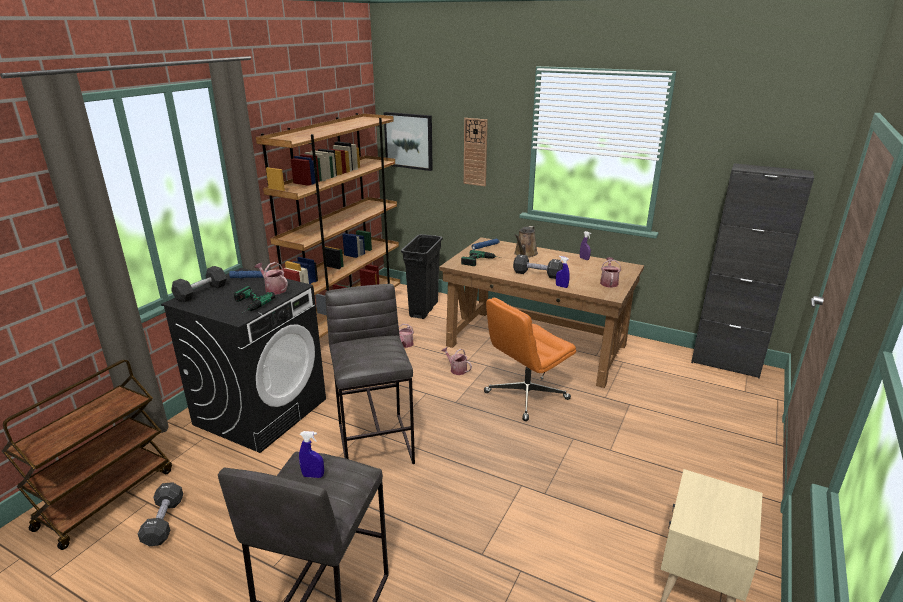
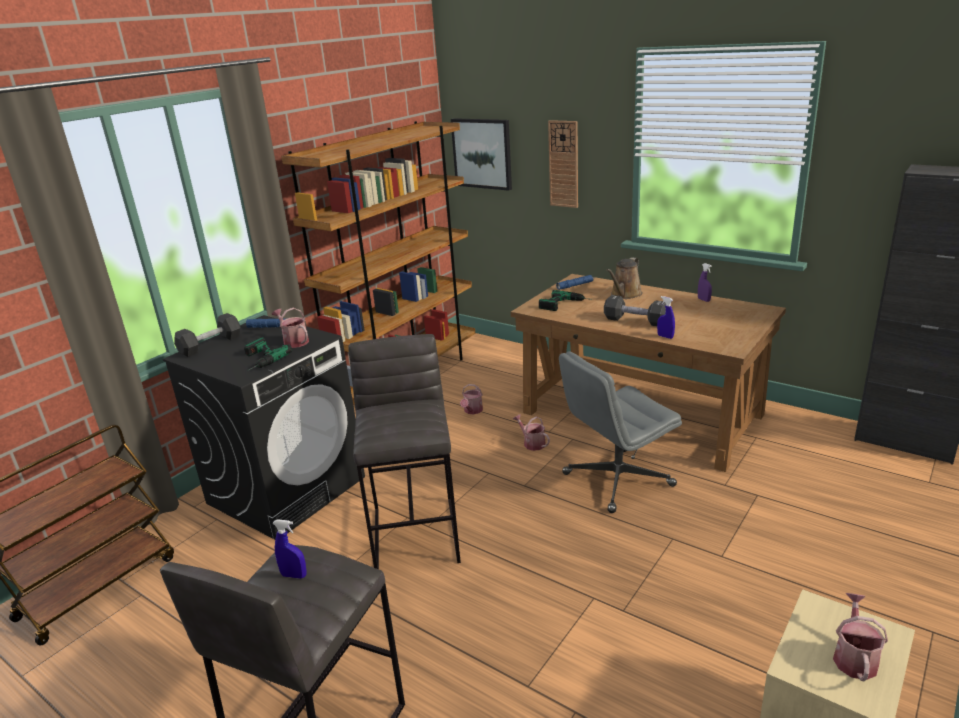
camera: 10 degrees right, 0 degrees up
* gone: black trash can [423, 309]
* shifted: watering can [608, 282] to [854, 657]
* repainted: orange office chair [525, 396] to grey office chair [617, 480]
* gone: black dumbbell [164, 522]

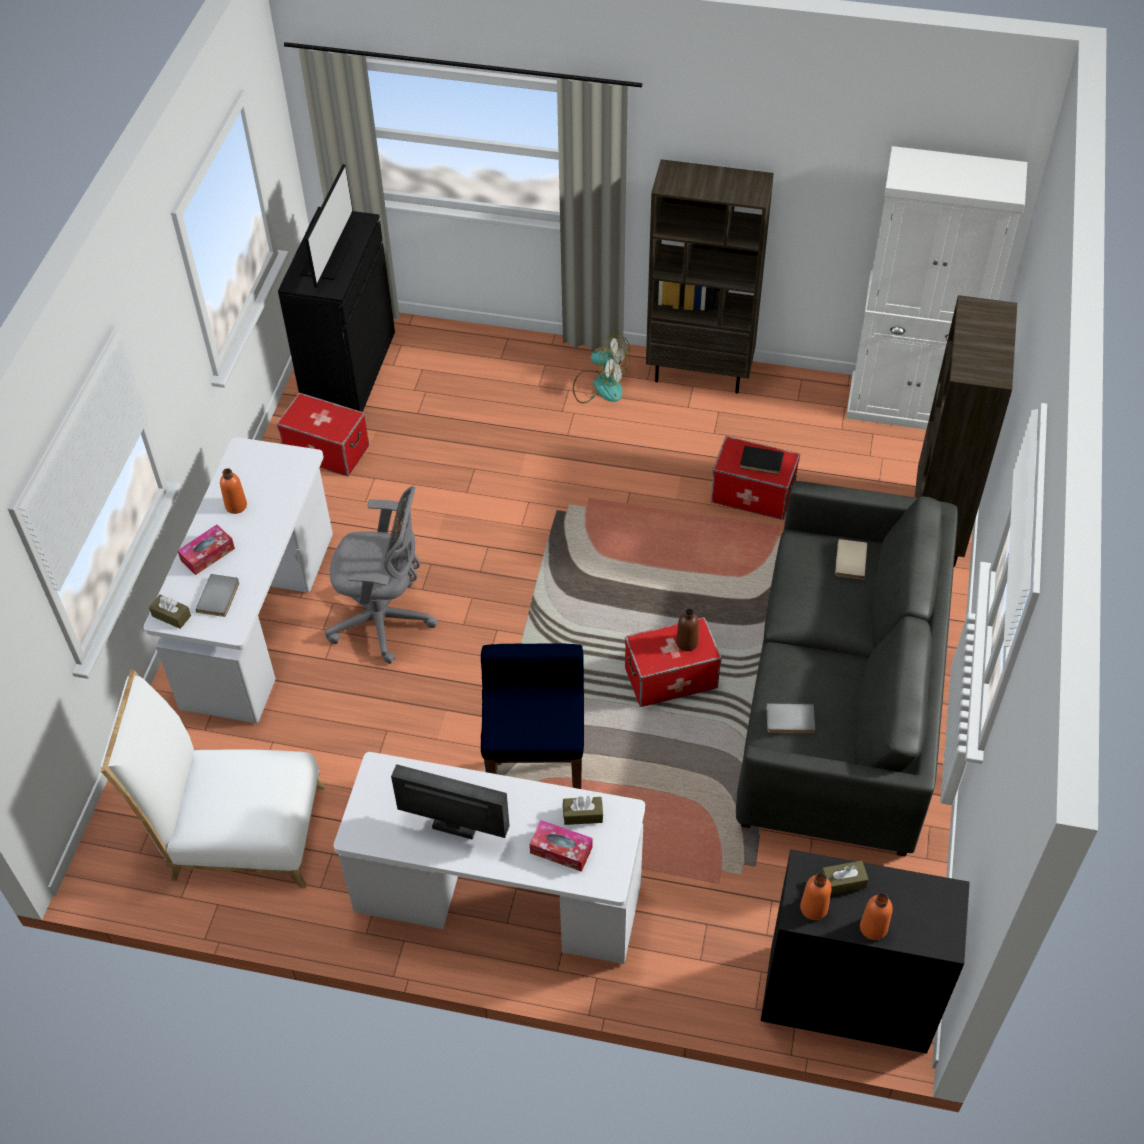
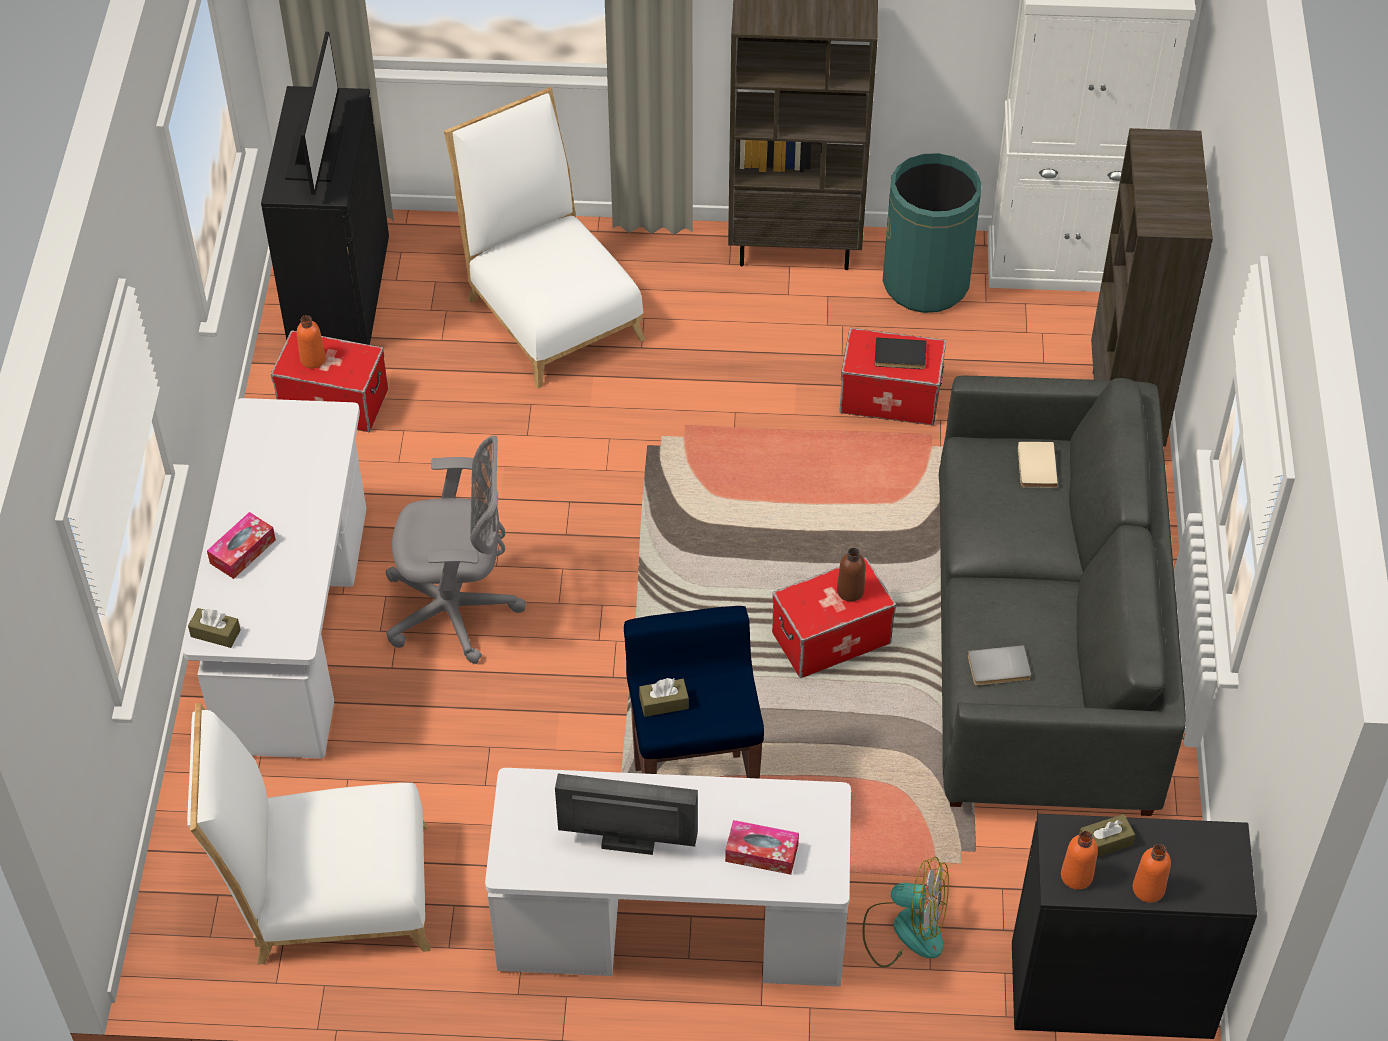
camera: 10 degrees left, 0 degrees up
* shifted: fan [600, 385] to [905, 929]
* shifted: orange bottle [236, 506] to [313, 359]
* gone: grey book [220, 597]
* shifted: brown tissue box [583, 815] to [664, 703]
* new: white chair [549, 310]
* new: green trash can [926, 283]

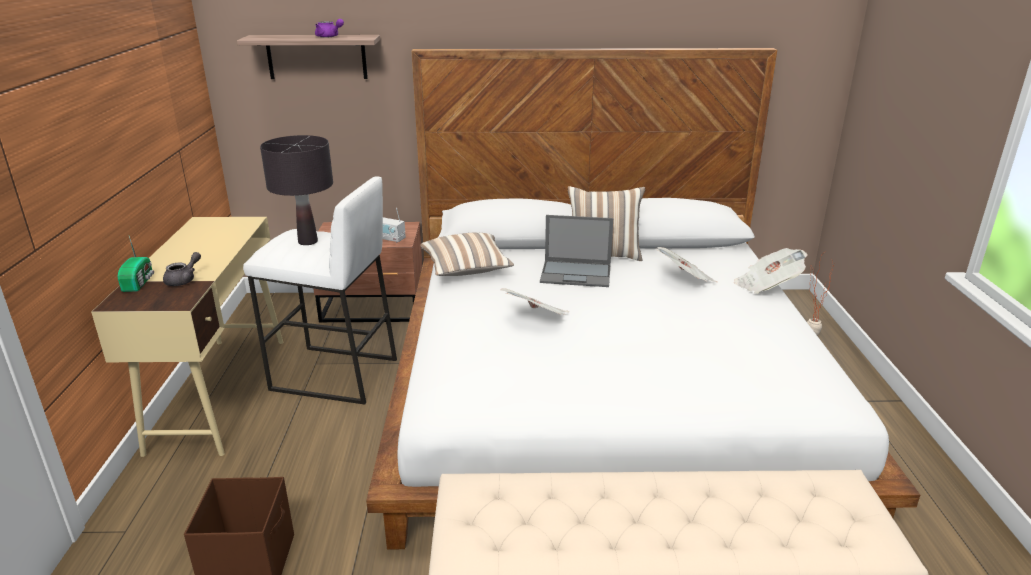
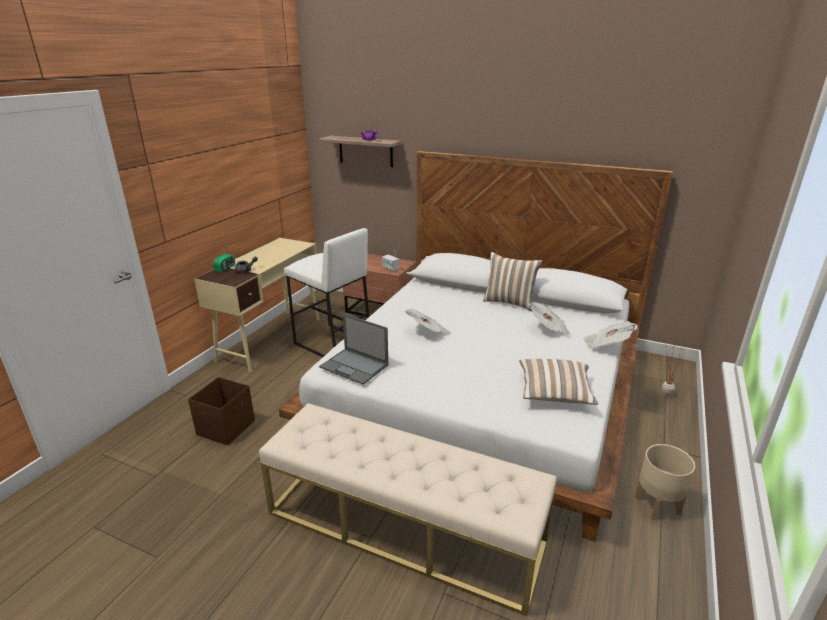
camera: 25 degrees right, 0 degrees up
* gone: black table lamp [308, 242]
* shifted: laptop [577, 274] to [355, 366]
* shifted: pillow [466, 269] to [554, 393]
* new: beige planter [657, 505]

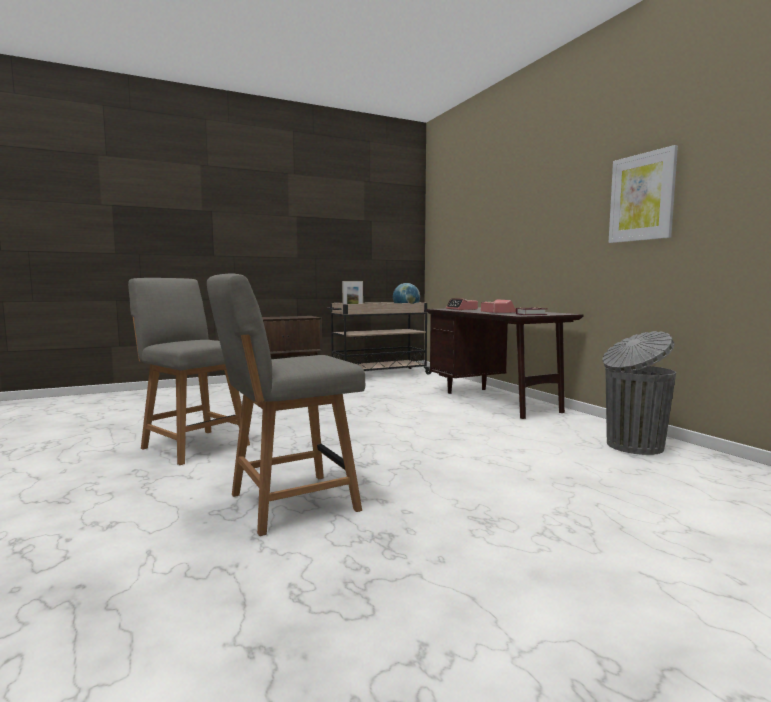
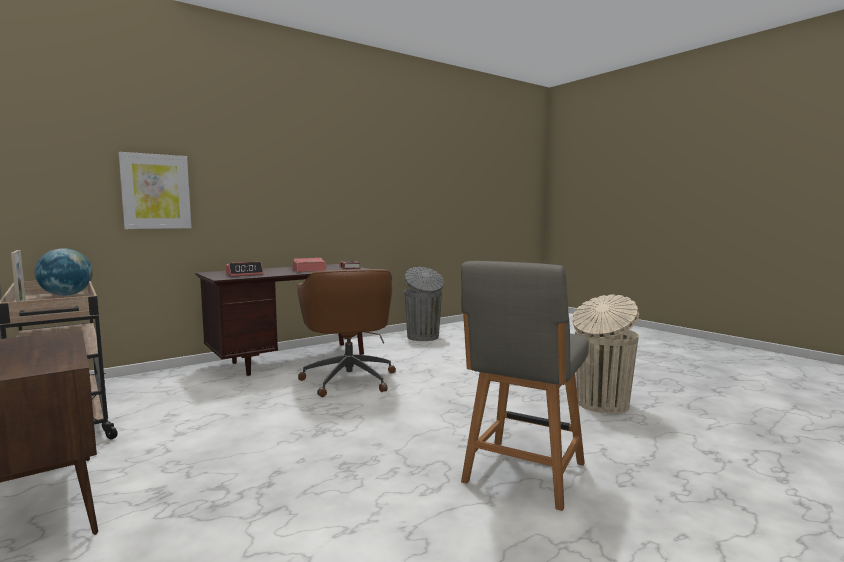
camera: 100 degrees left, 0 degrees up
* shifted: picture [642, 197] to [156, 191]
* swapped: grey chair [289, 503] to beige trash can [601, 404]
* new: brown office chair [349, 379]

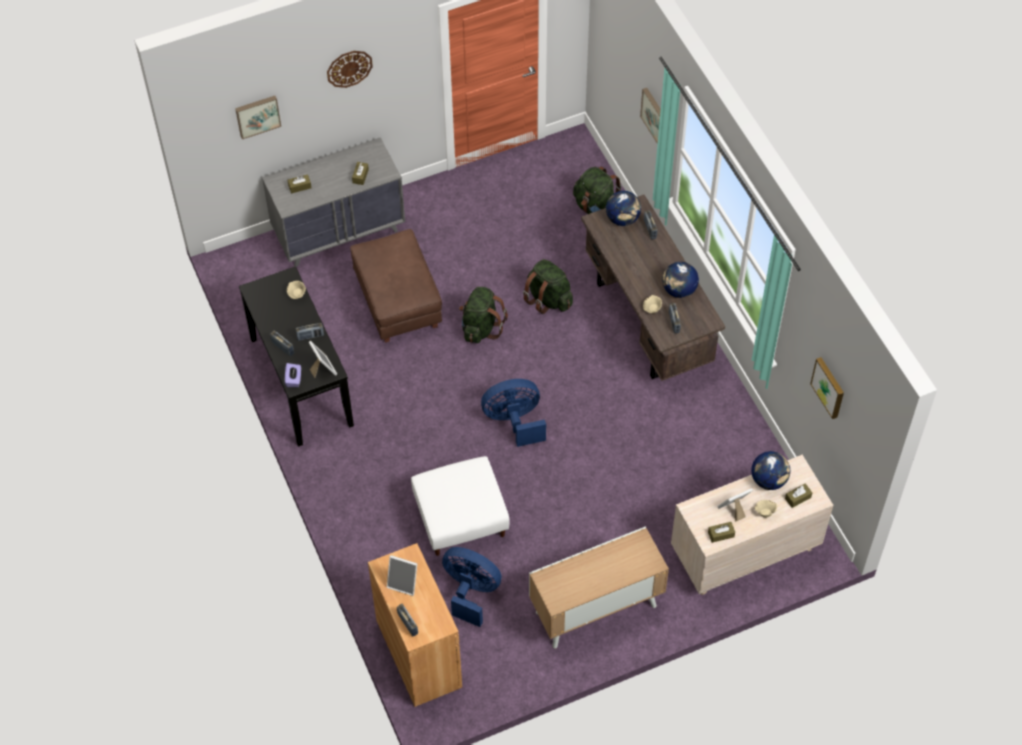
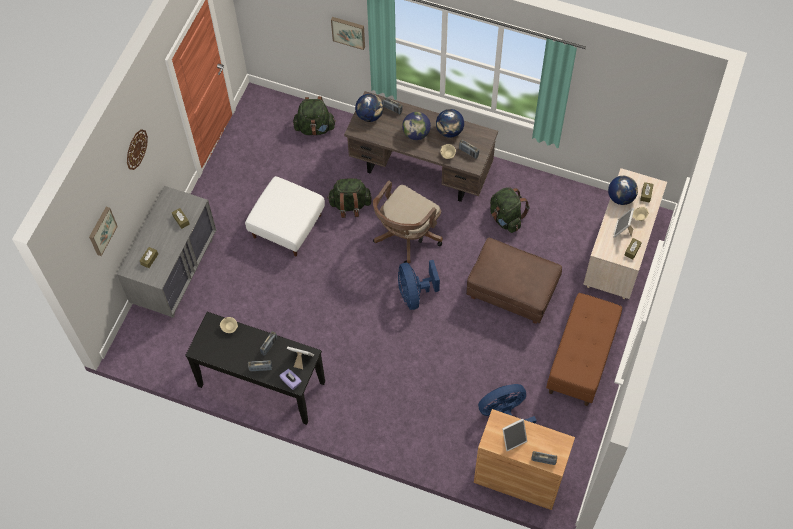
camera: 45 degrees left, 5 degrees up
* shifted: brown ottoman [398, 303] to [512, 292]
* shifted: green backpack [481, 327] to [506, 218]
* gone: picture [829, 387]
* rotated: blue fan [514, 421] = [414, 294] 45 degrees counterclockwise
* shifted: white ottoman [461, 518] to [287, 225]
* swapped: cabinet [596, 610] to brown bench [581, 360]
* new: globe [416, 134]
* new: brown office chair [405, 237]

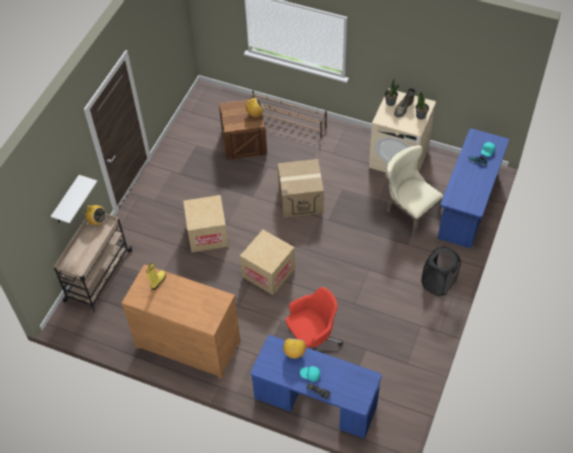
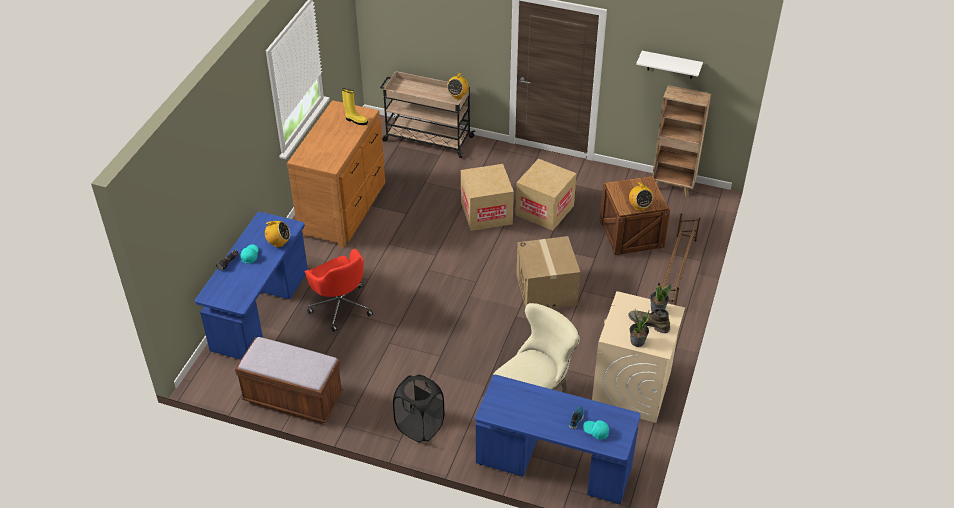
camera: 85 degrees right, 10 degrees down
* shifted: white shelf [66, 201] to [670, 65]
* shifted: cardboard box [268, 272] to [544, 210]
* new: brown bookcase [673, 187]
* new: brown bench [293, 399]

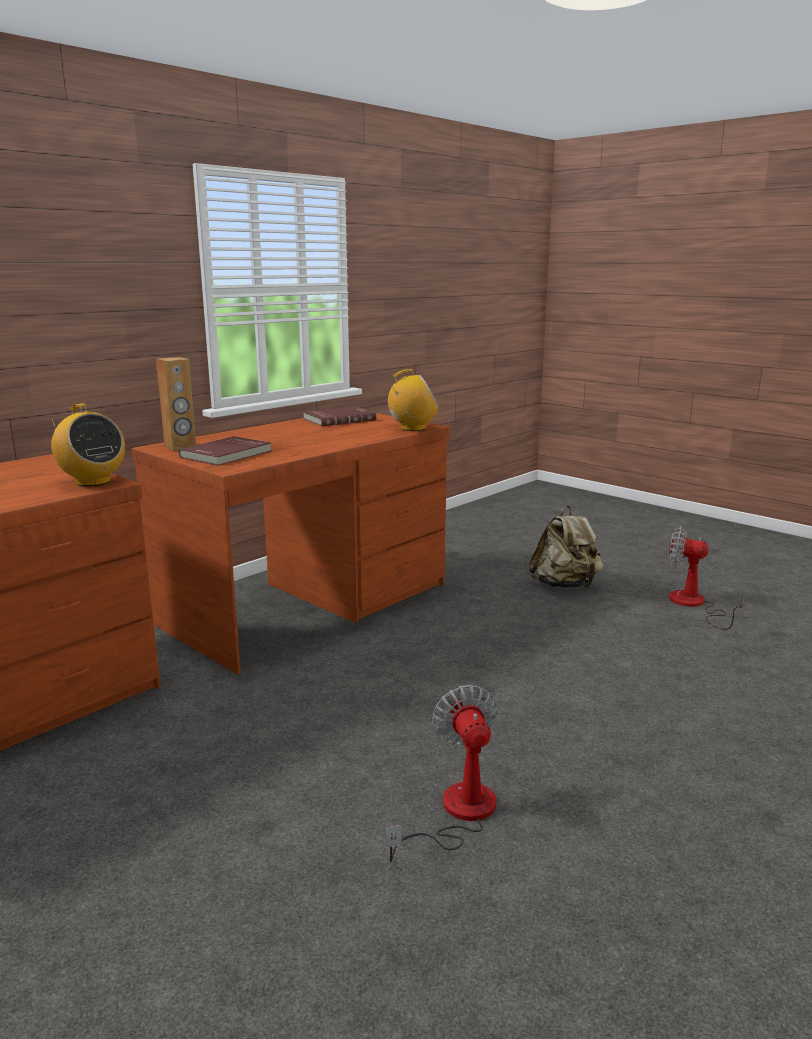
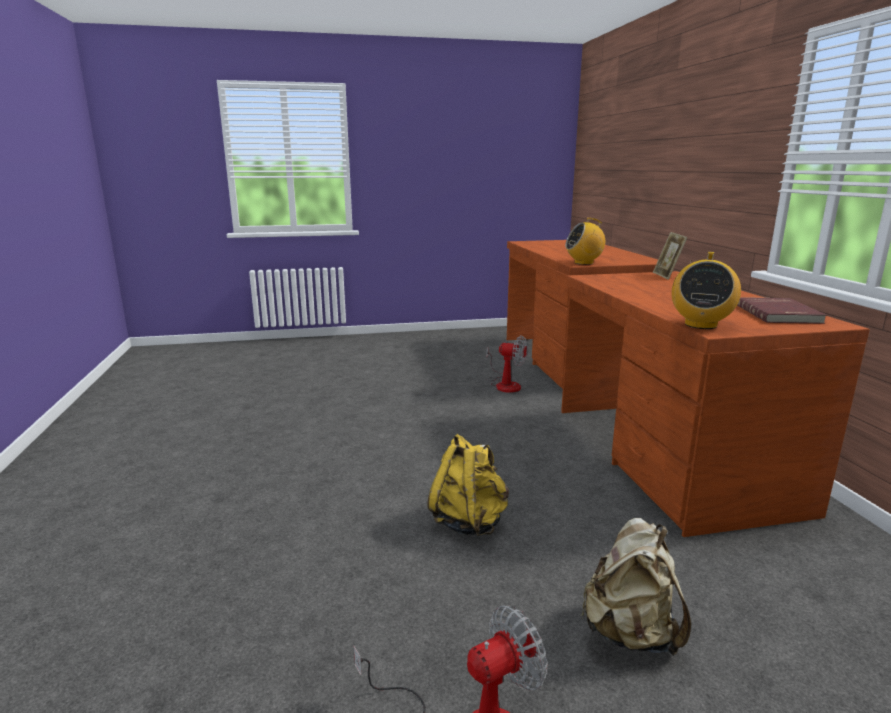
camera: 125 degrees right, 0 degrees up
* swapped: brown speaker [180, 447] to picture frame [667, 276]
* gone: red book [227, 454]
* shifted: fan [457, 814] to [505, 384]
* new: yellow backpack [469, 522]

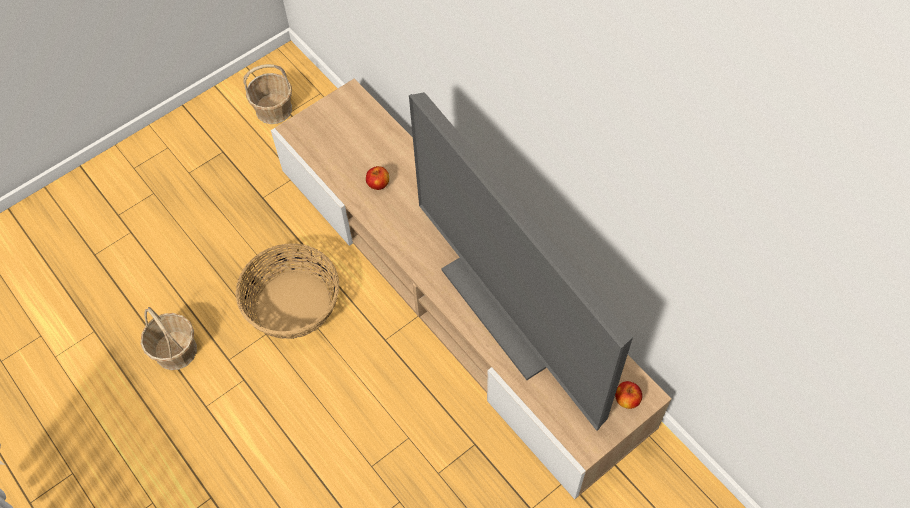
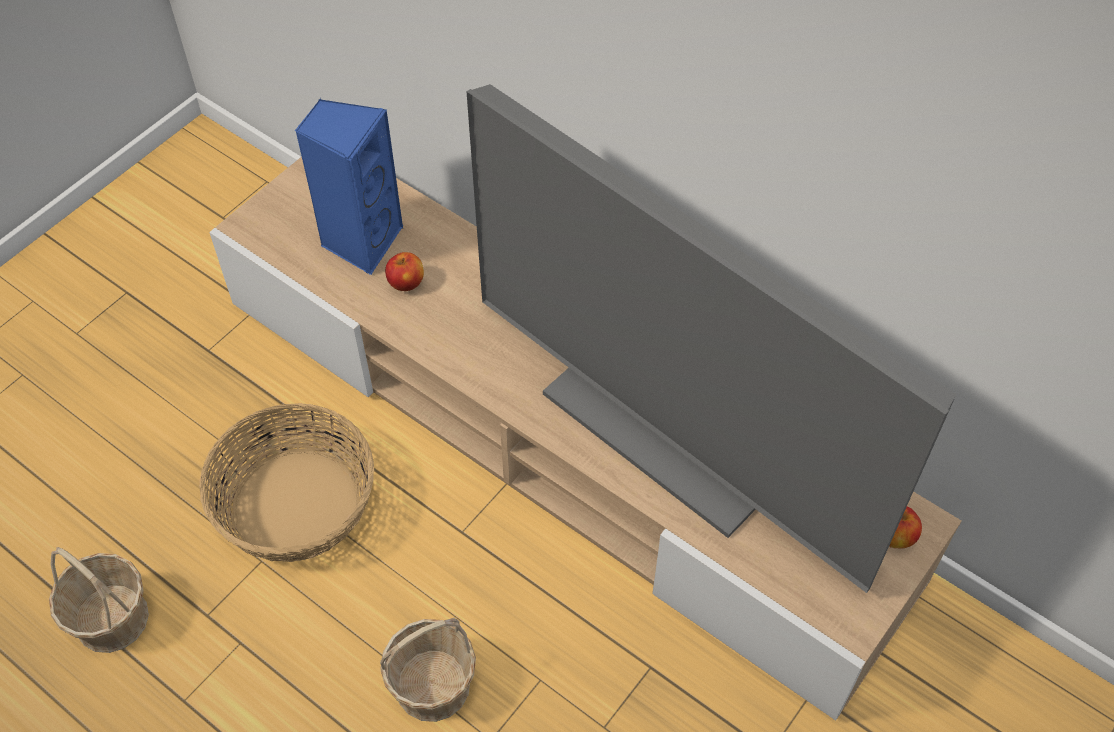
camera: 15 degrees left, 5 degrees down
* shifted: basket [274, 109] to [433, 685]
* new: blue speaker [361, 241]

